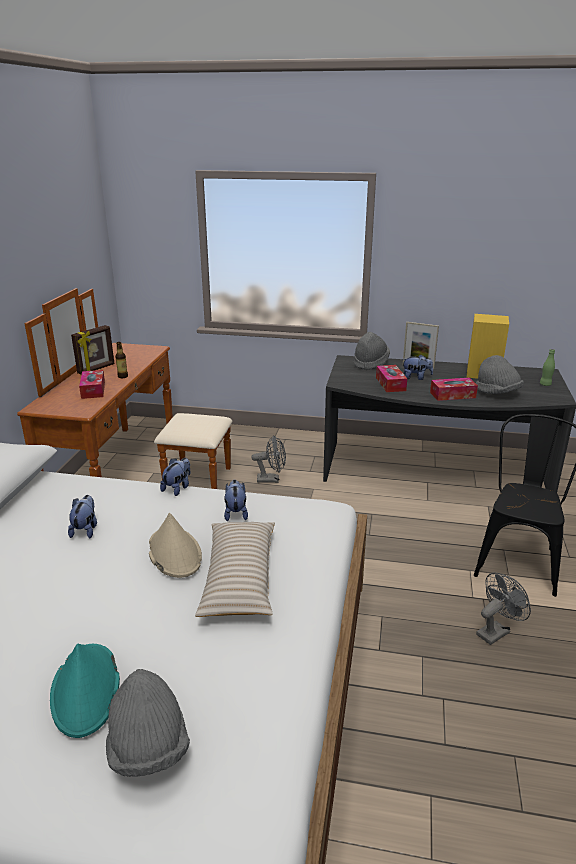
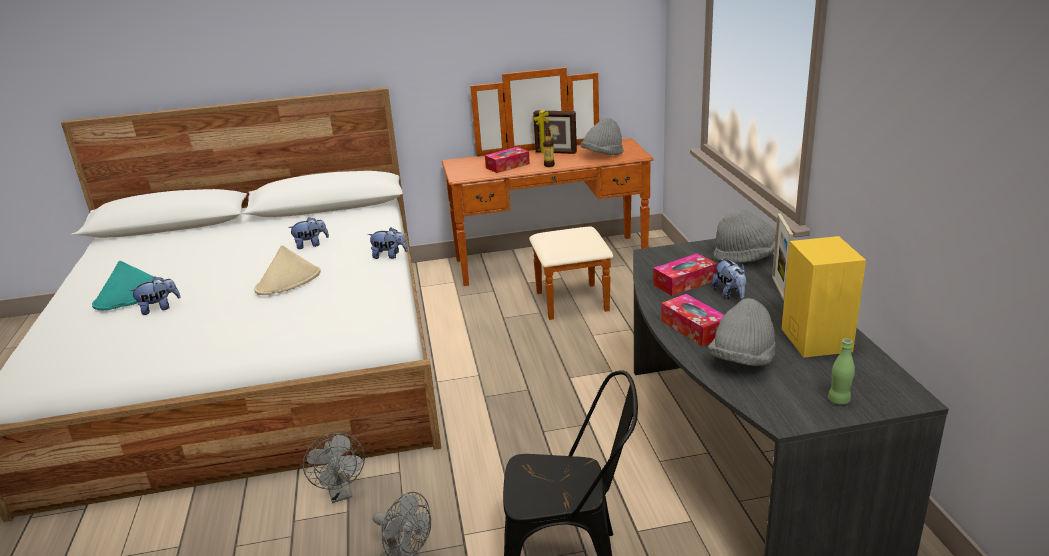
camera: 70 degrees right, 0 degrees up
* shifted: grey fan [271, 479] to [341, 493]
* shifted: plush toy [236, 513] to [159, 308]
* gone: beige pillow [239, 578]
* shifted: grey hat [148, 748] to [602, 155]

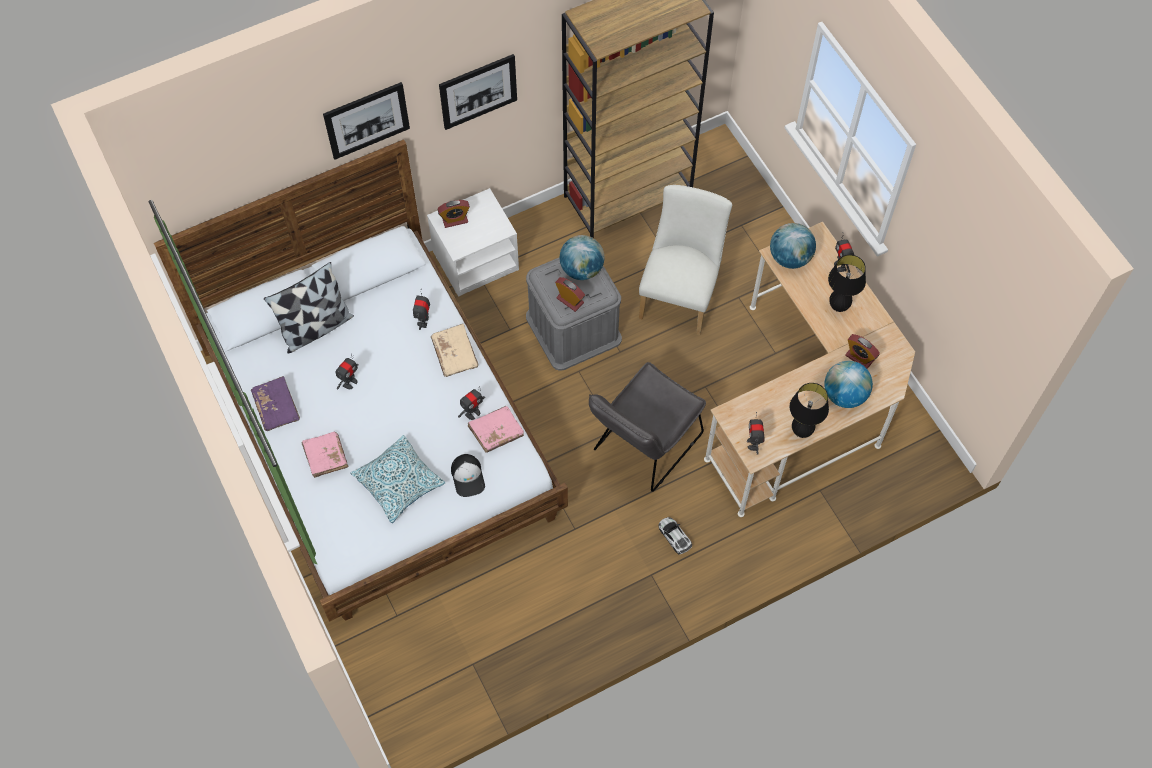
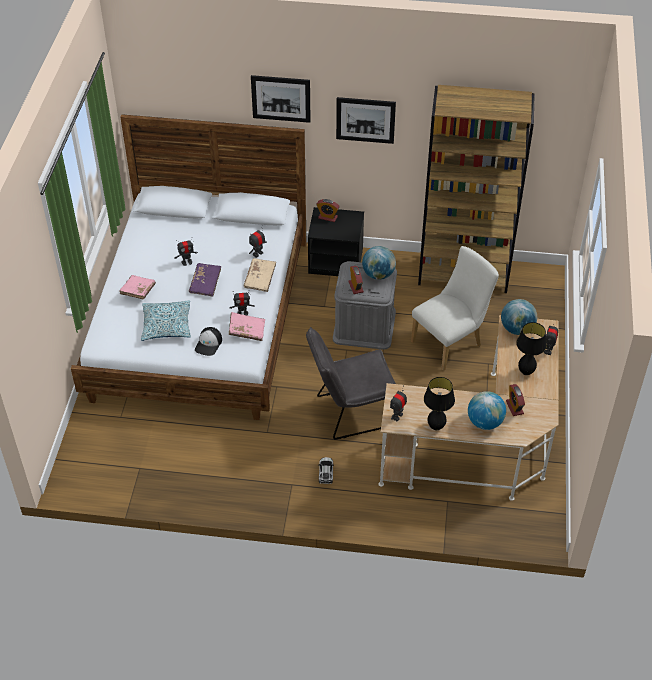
camera: 35 degrees right, 15 degrees down
* repainted: white nightstand [476, 260] to black nightstand [336, 260]
* gone: pillow [316, 327]
* shifted: purple book [276, 407] to [206, 284]

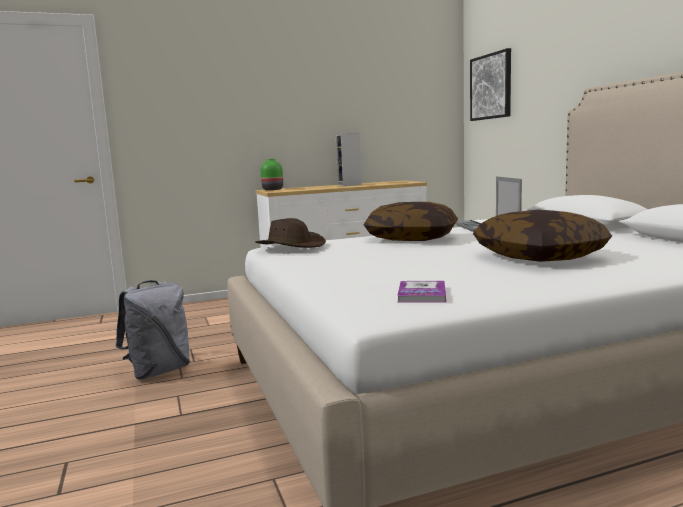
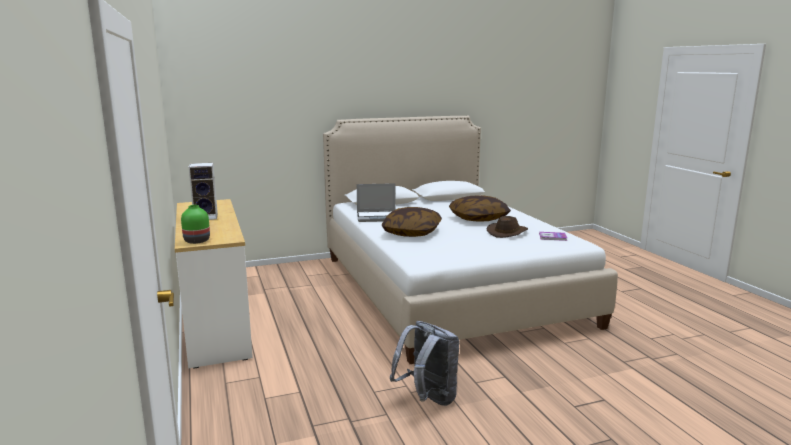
camera: 90 degrees left, 5 degrees up
* gone: picture [491, 86]
* shifted: brown hat [291, 245] to [507, 232]

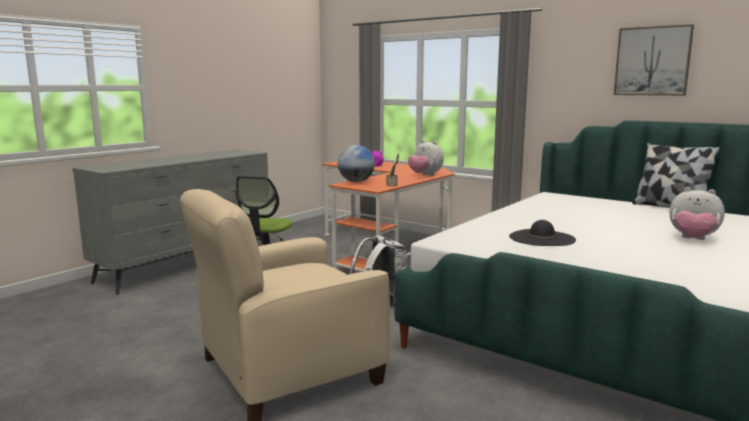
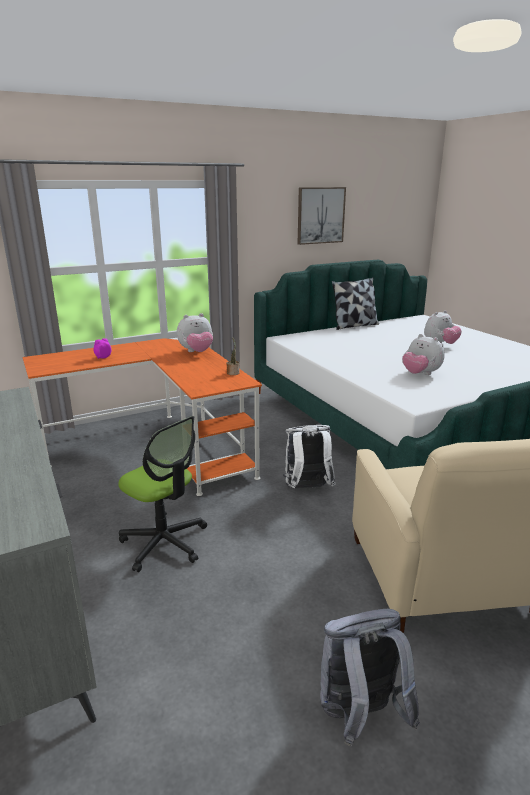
camera: 65 degrees left, 10 degrees up
* gone: globe [356, 181]
* swapped: black hat [542, 238] to plush toy [420, 374]
* new: grey backpack [359, 715]

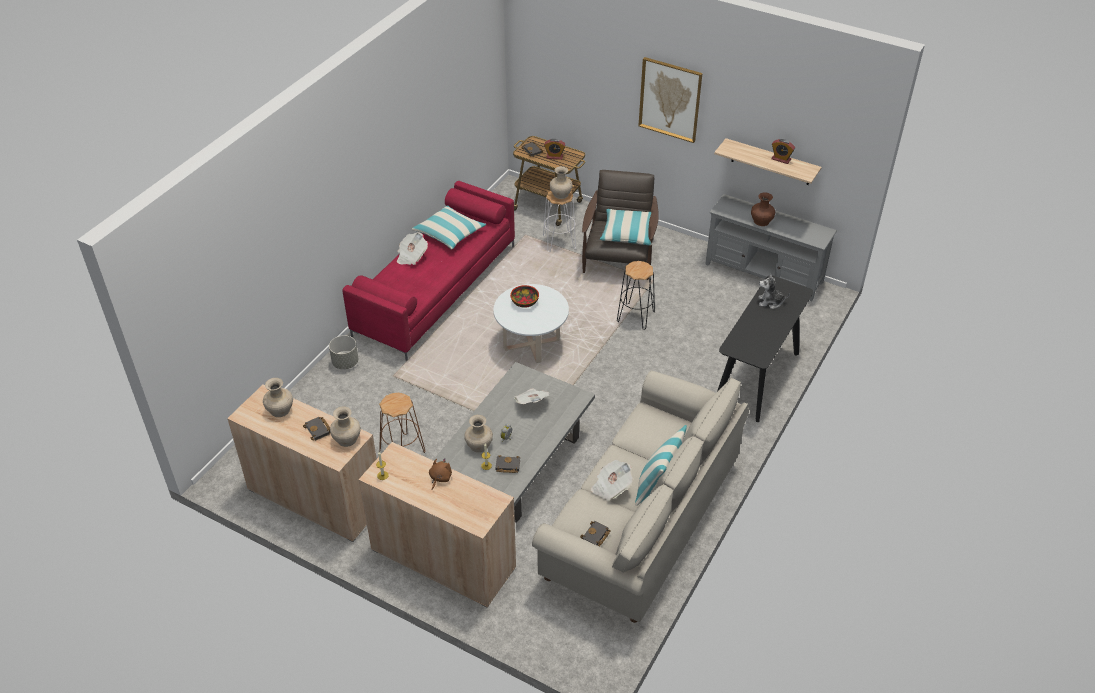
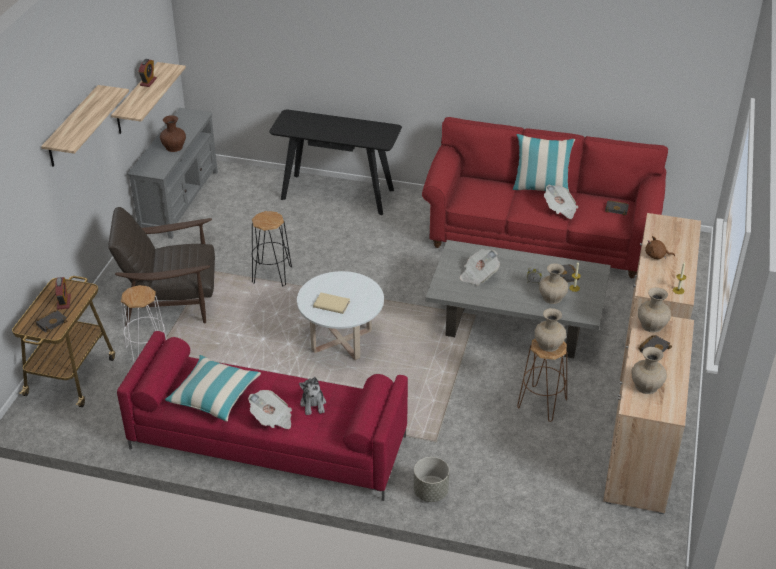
camera: 105 degrees left, 5 degrees down
* swapped: picture [670, 99] to shelf [73, 127]
* shifted: beige vase [561, 194] to [548, 344]
* gone: pillow [627, 233]
* shifted: plush toy [770, 302] to [313, 404]
* swapped: bowl [525, 302] to beige book [331, 304]
* repainted: beige sofa [640, 521] to red sofa [539, 238]

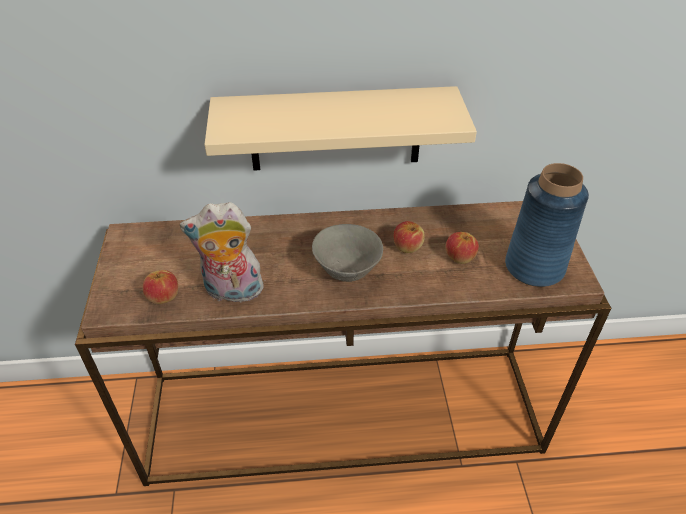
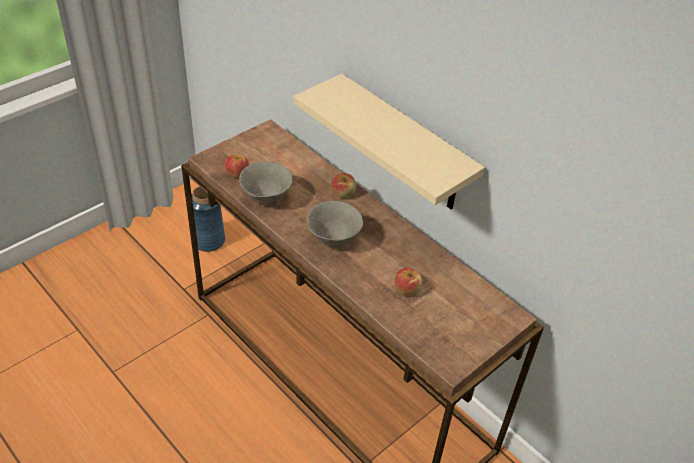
camera: 50 degrees right, 0 degrees up
* shifted: blue vase [535, 267] to [208, 241]
* swapped: plush toy [231, 292] to grey bowl [267, 198]
* shifted: apple [407, 246] to [343, 193]

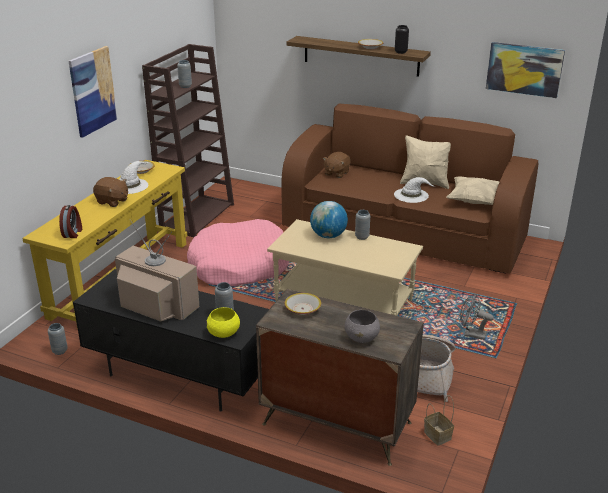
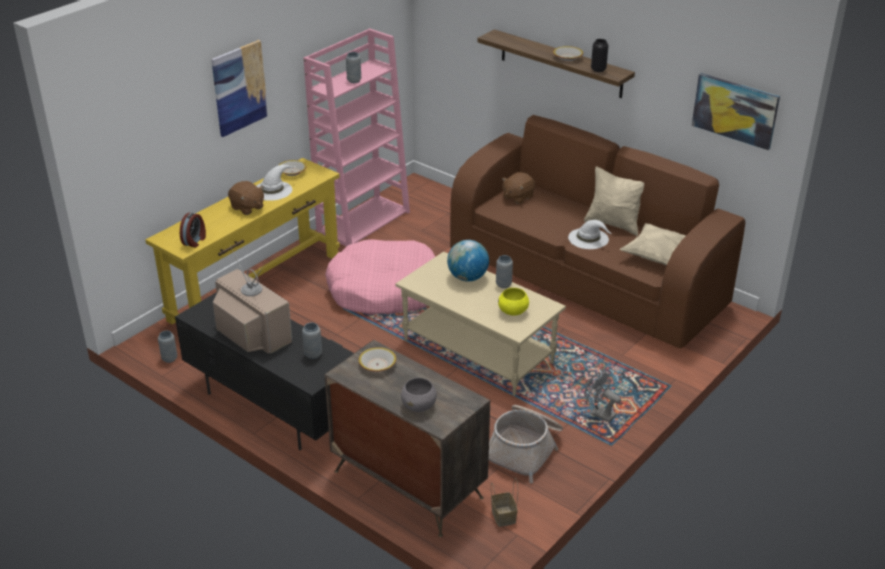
camera: 15 degrees right, 5 degrees up
* repainted: brown bookcase [197, 216] to pink bookcase [363, 221]
* shifted: yellow bowl [224, 333] to [513, 311]

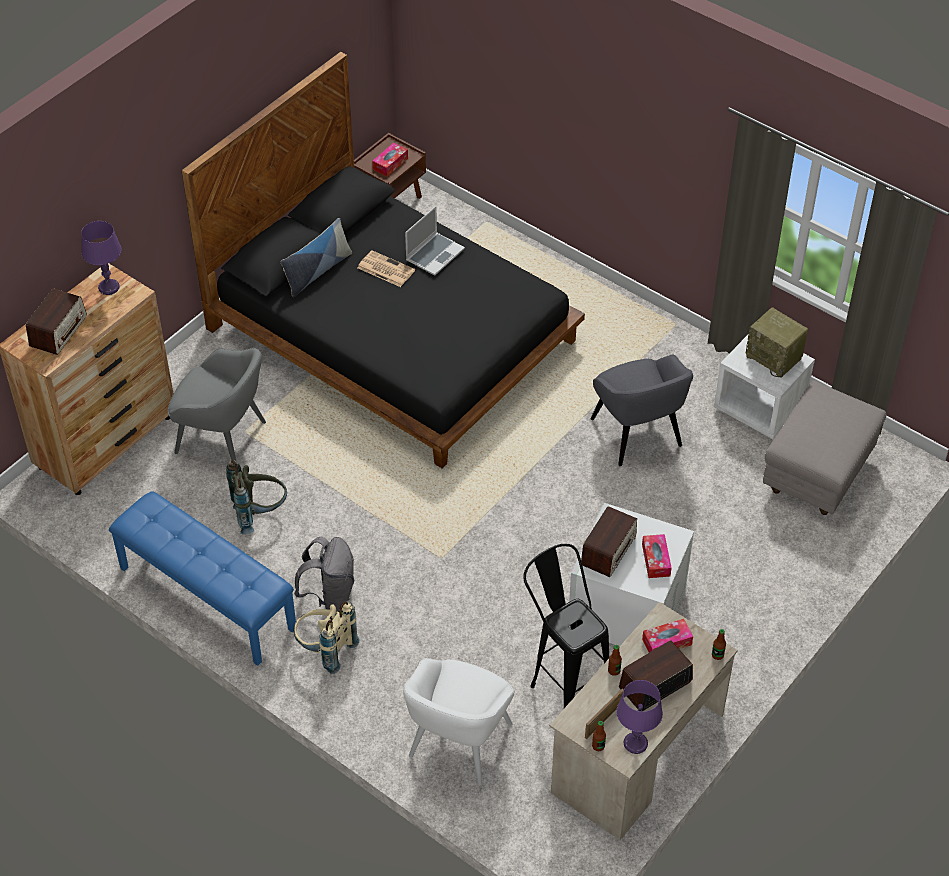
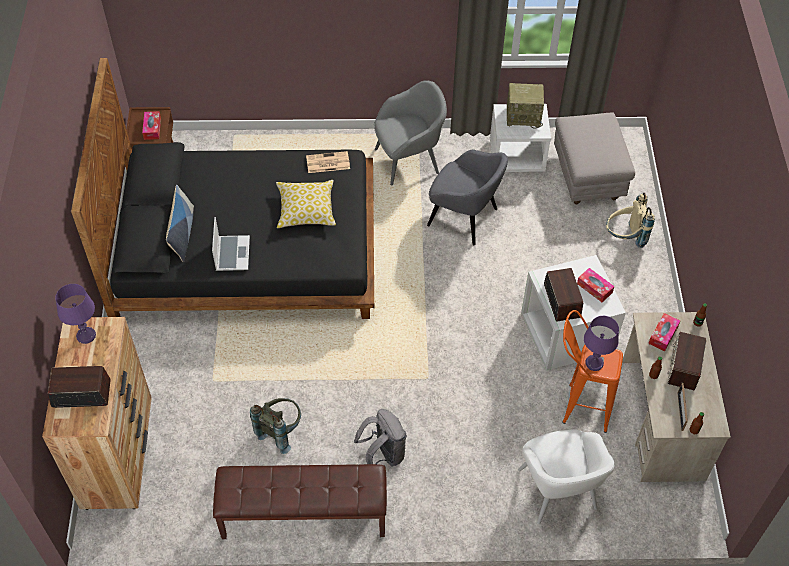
camera: 40 degrees left, 5 degrees up
* shifted: laptop [434, 254] to [232, 253]
* shifted: newspaper [385, 269] to [327, 163]
* rotated: radio [58, 331] = [81, 394] 75 degrees counterclockwise
* shifted: grey armchair [223, 438] to [408, 160]
* repainted: blue bench [206, 598] to brown bench [303, 516]
* repainted: black stool [563, 682] to orange stool [578, 406]
* shifted: beige backpack [325, 650] to [624, 238]
* shifted: purple table lamp [635, 743] to [594, 363]
* new: pillow [306, 210]

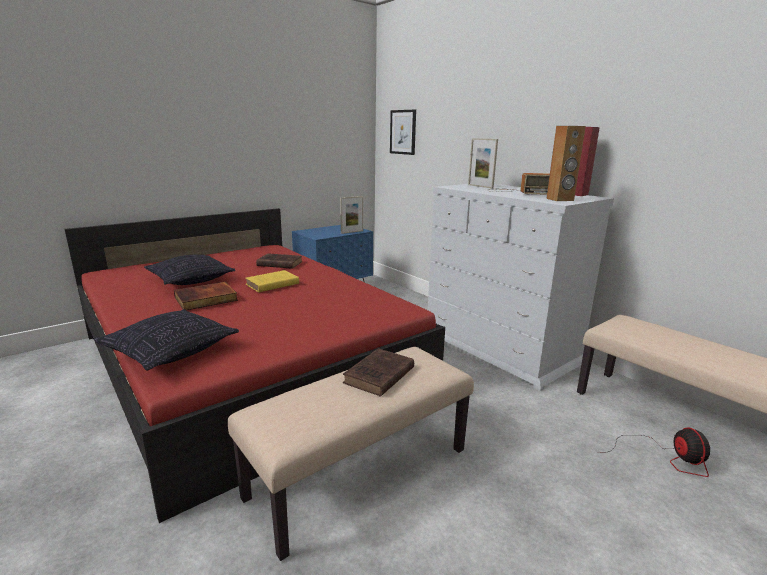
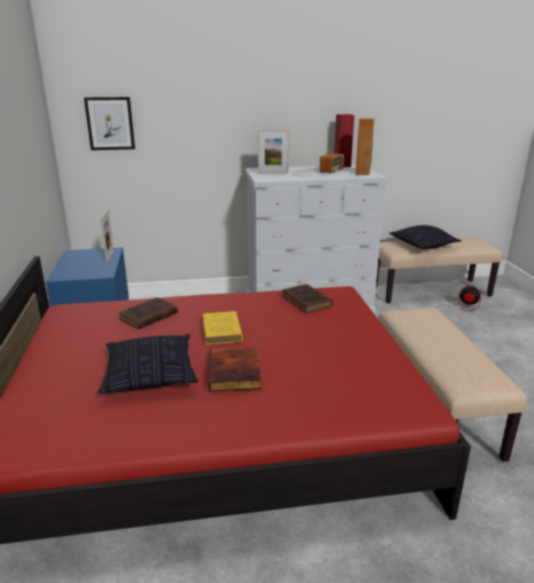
camera: 60 degrees left, 5 degrees up
* shifted: pillow [171, 351] to [422, 245]
* shifted: brown book [378, 376] to [307, 302]

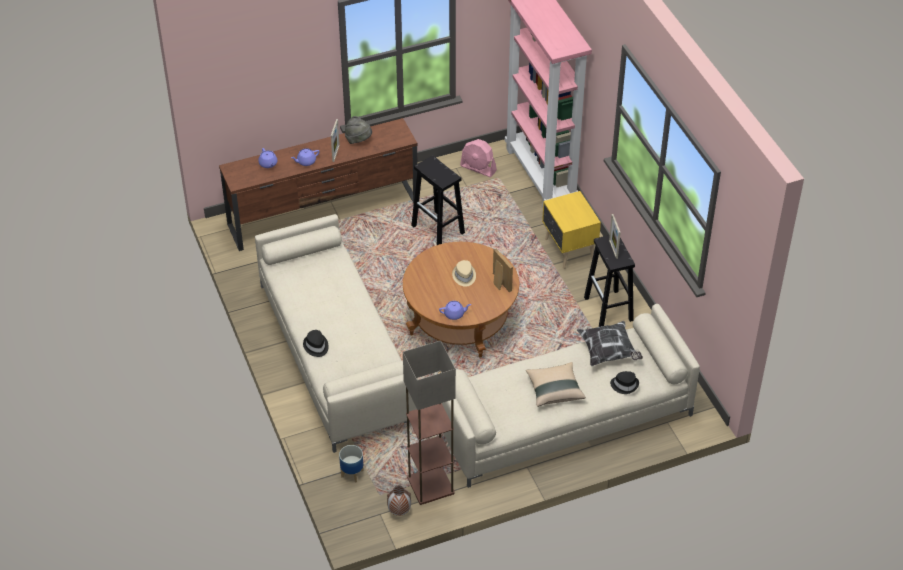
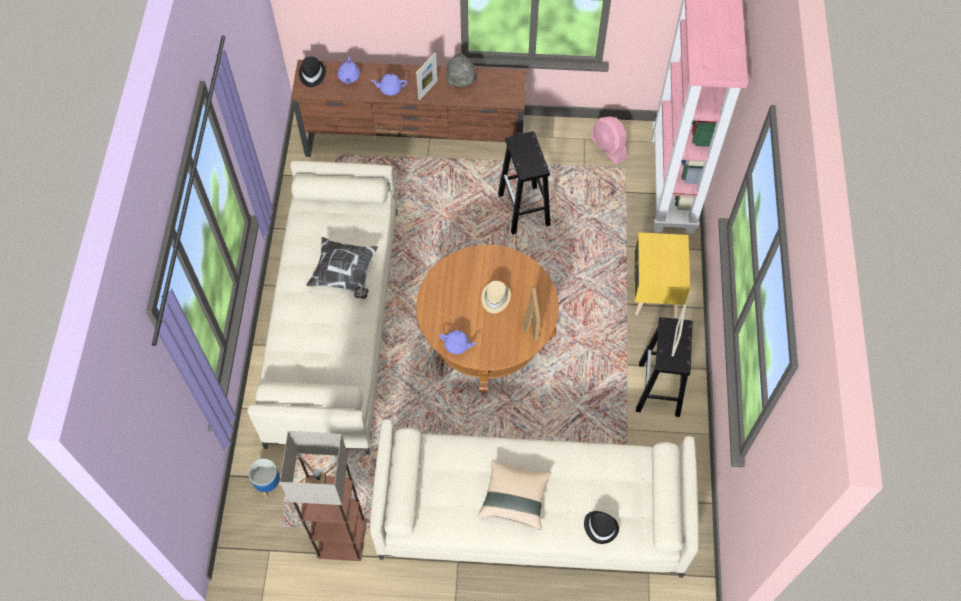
camera: 25 degrees right, 15 degrees up
* shifted: pillow [608, 352] to [345, 274]
* shifted: black hat [316, 346] to [311, 74]
* gone: vase [399, 512]

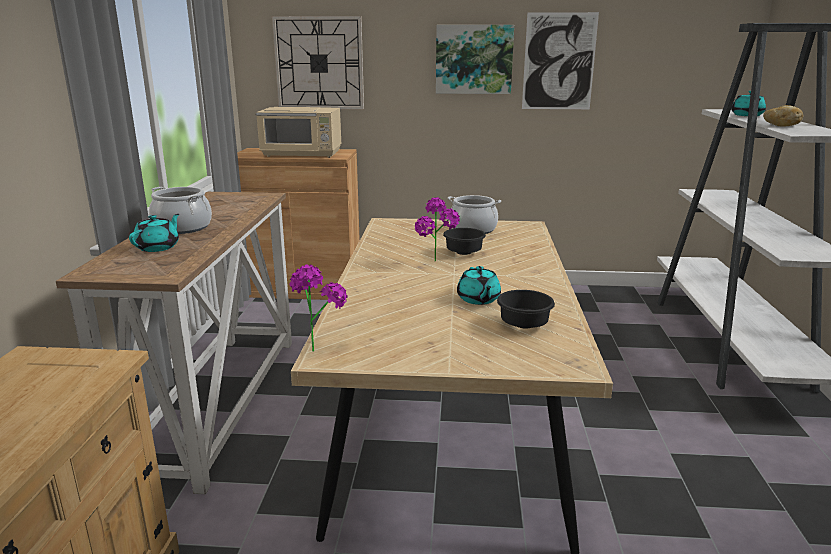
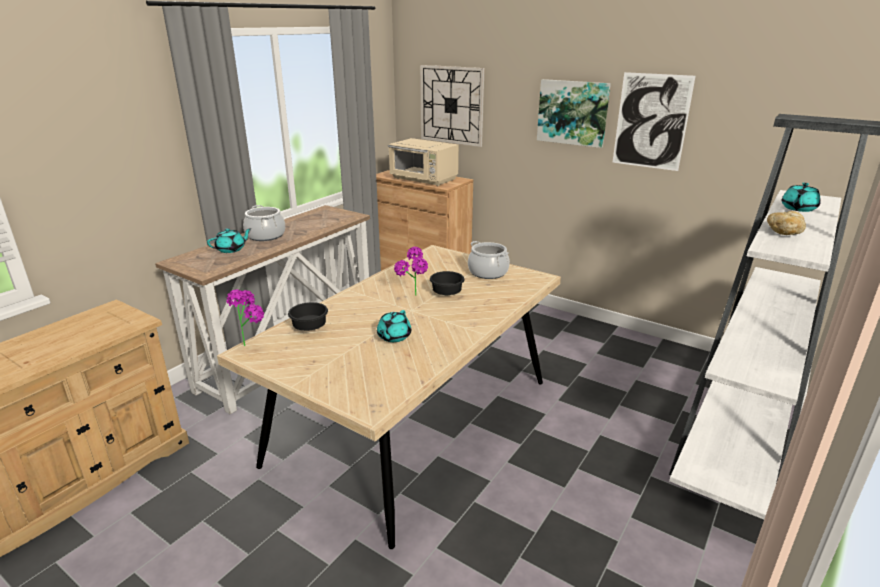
camera: 30 degrees right, 5 degrees up
* shifted: black bowl [523, 324] to [310, 327]

